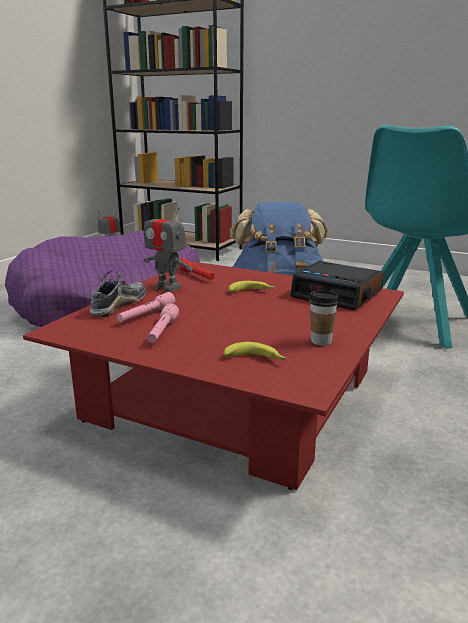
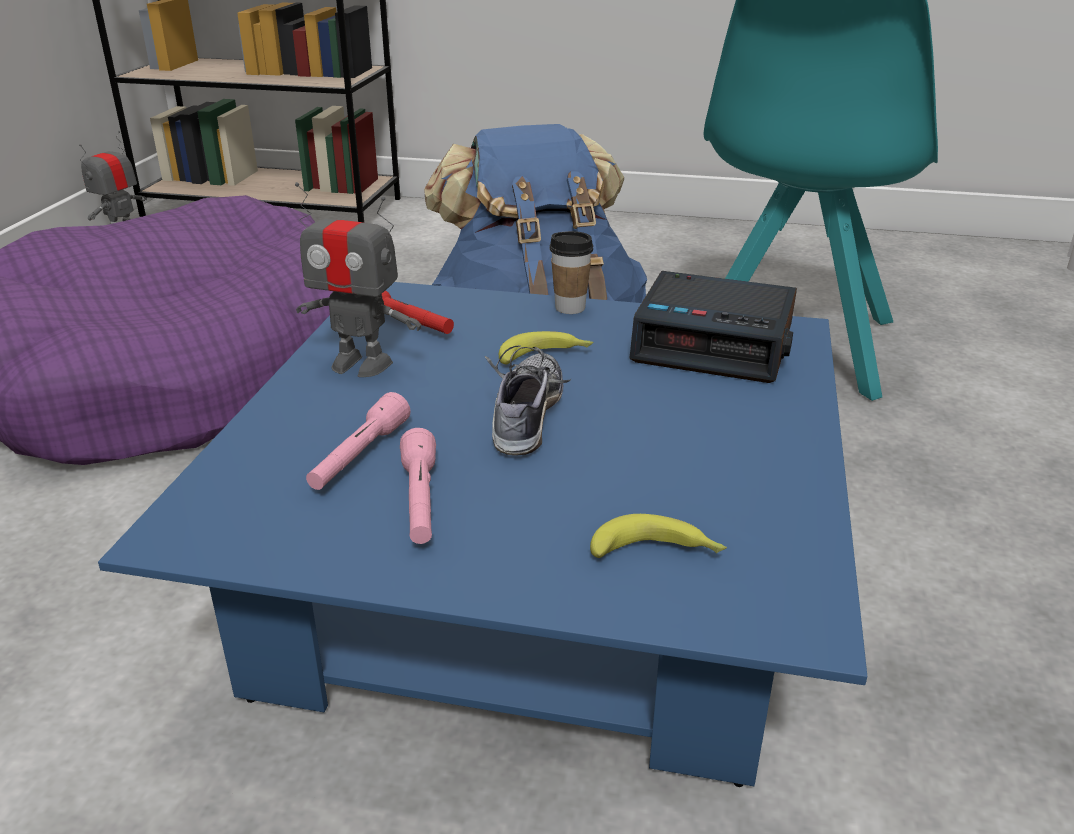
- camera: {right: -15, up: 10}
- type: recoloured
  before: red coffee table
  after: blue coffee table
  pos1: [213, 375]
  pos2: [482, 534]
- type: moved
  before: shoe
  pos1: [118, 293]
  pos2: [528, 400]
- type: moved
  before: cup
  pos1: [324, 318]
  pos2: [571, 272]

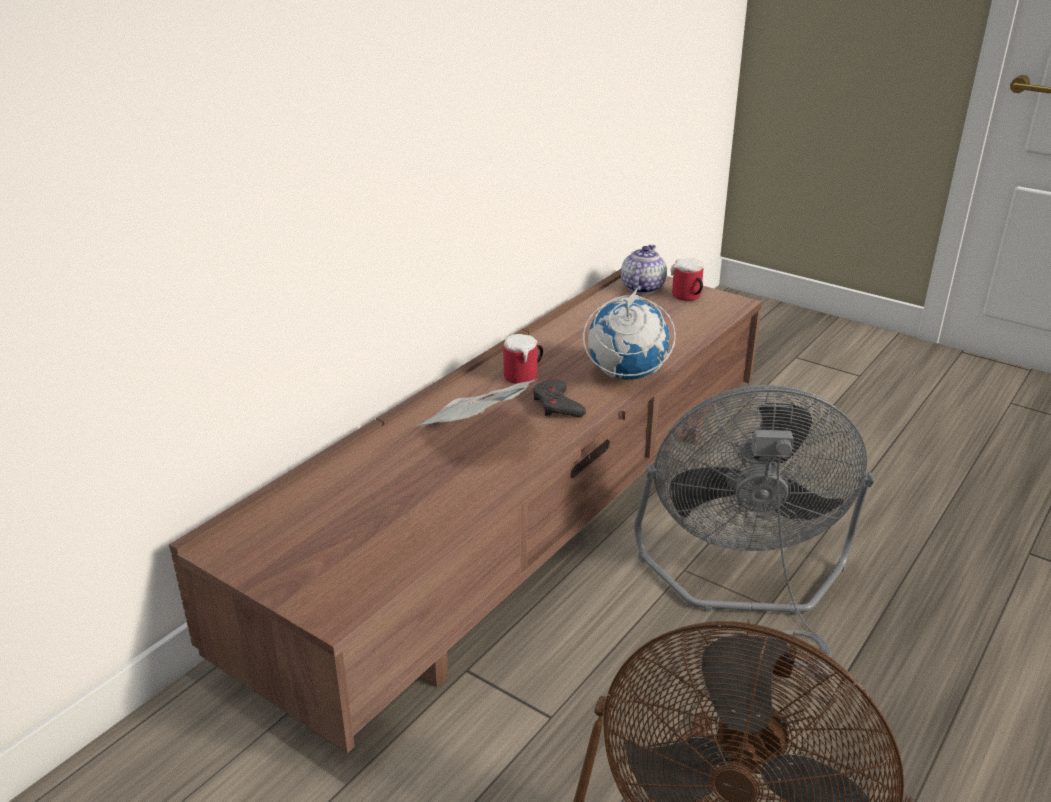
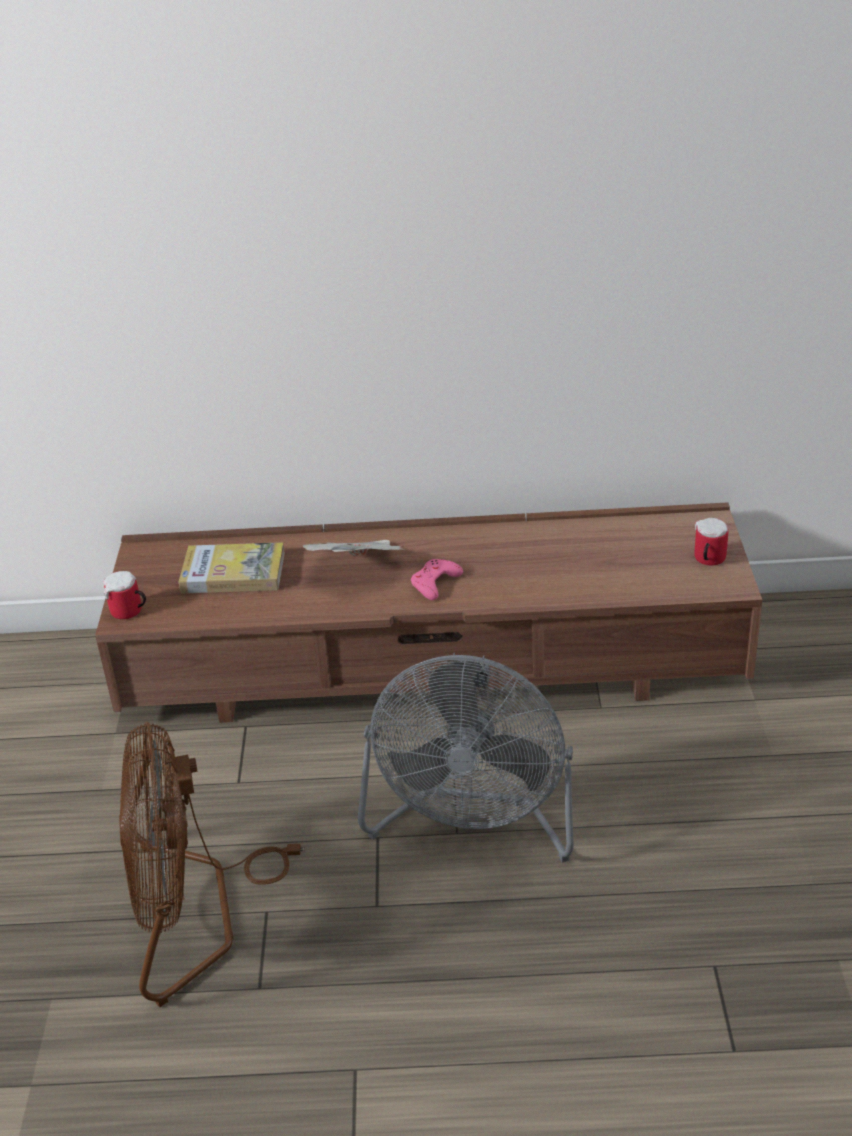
- camera: {right: 55, up: 5}
- type: moved
  before: mug
  pos1: [523, 359]
  pos2: [124, 595]
- type: added
  after: book
  pos2: [232, 568]
- type: turned
  before: grey fan
  pos1: [754, 532]
  pos2: [466, 758]
  turn: 135
- type: recoloured
  before: grey game controller
  after: pink game controller
  pos1: [559, 398]
  pos2: [437, 579]
- type: removed
  before: globe
  pos1: [629, 334]
- type: removed
  before: teapot
  pos1: [644, 269]

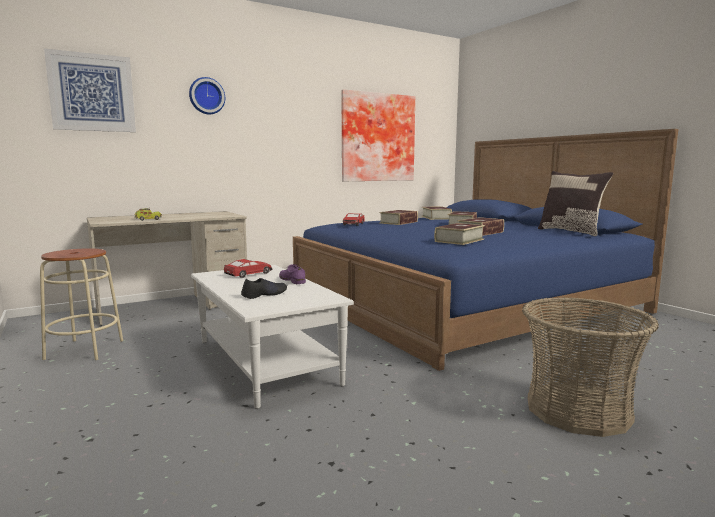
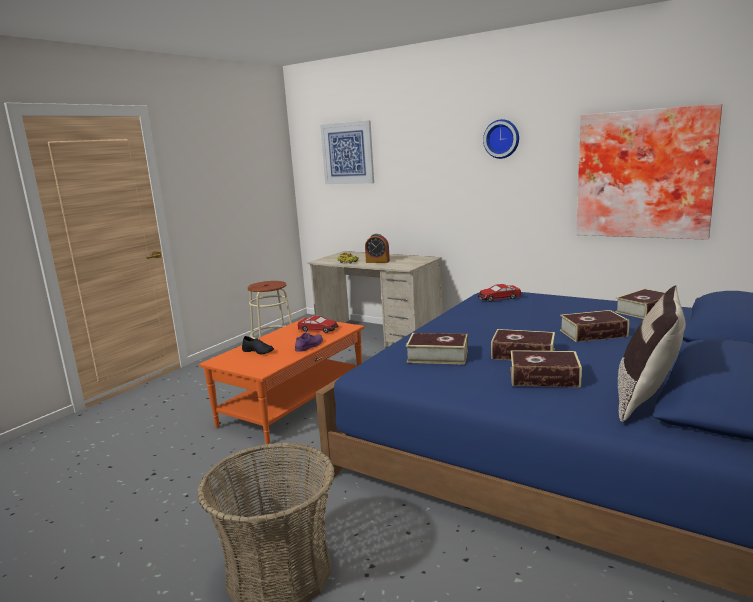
- camera: {right: 65, up: 5}
- type: recoloured
  before: white coffee table
  after: orange coffee table
  pos1: [272, 337]
  pos2: [282, 380]
- type: added
  after: alarm clock
  pos2: [377, 248]
- type: moved
  before: wall clock
  pos1: [207, 95]
  pos2: [501, 139]
- type: moved
  before: book
  pos1: [398, 217]
  pos2: [546, 368]

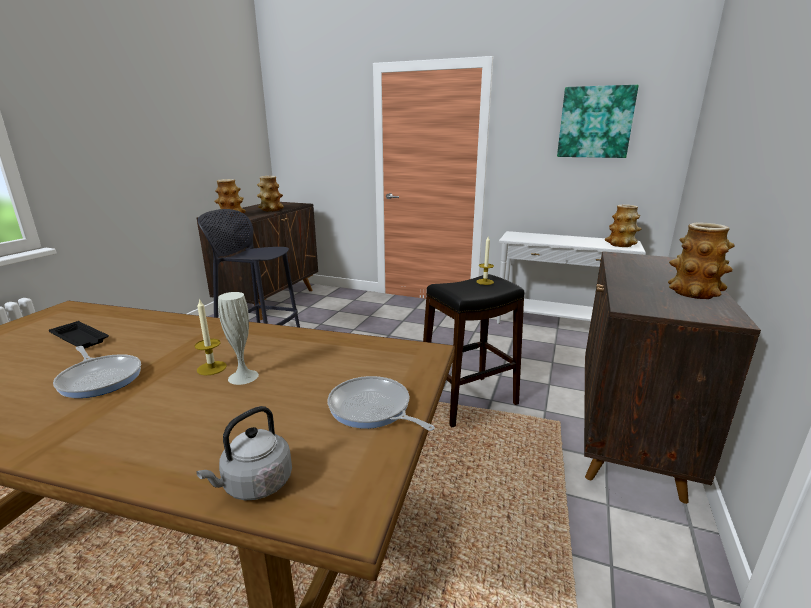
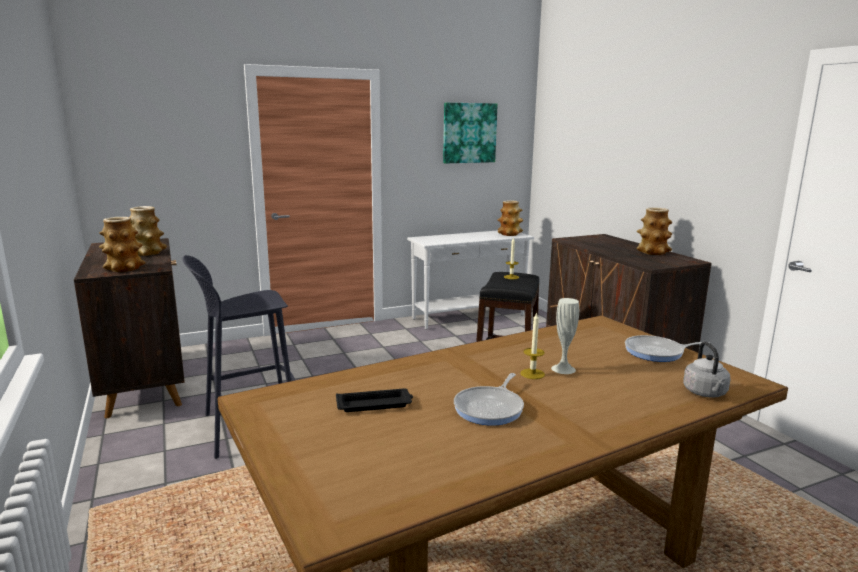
- camera: {right: -45, up: -5}
- type: turned
  before: frying pan
  pos1: [97, 372]
  pos2: [489, 399]
  turn: 120

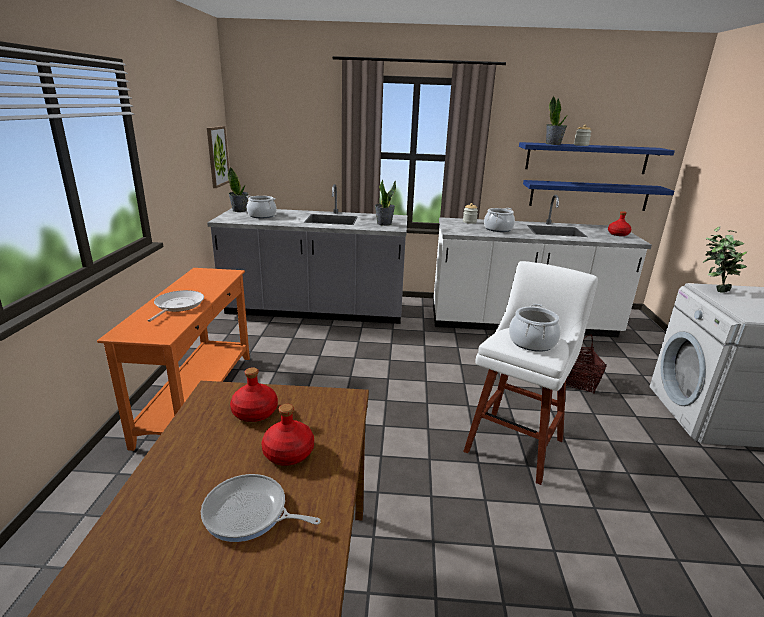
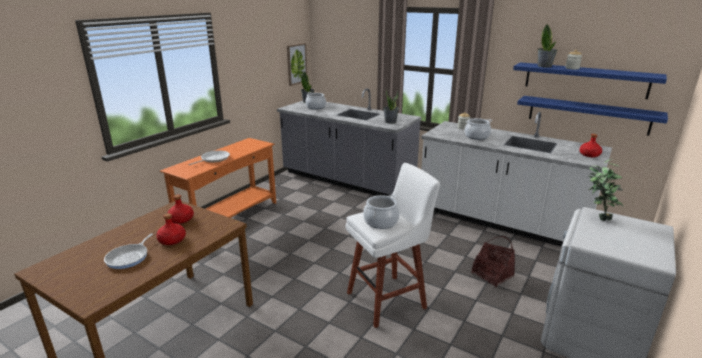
- camera: {right: 30, up: 0}
- type: turned
  before: frying pan
  pos1: [261, 508]
  pos2: [128, 251]
  turn: -120

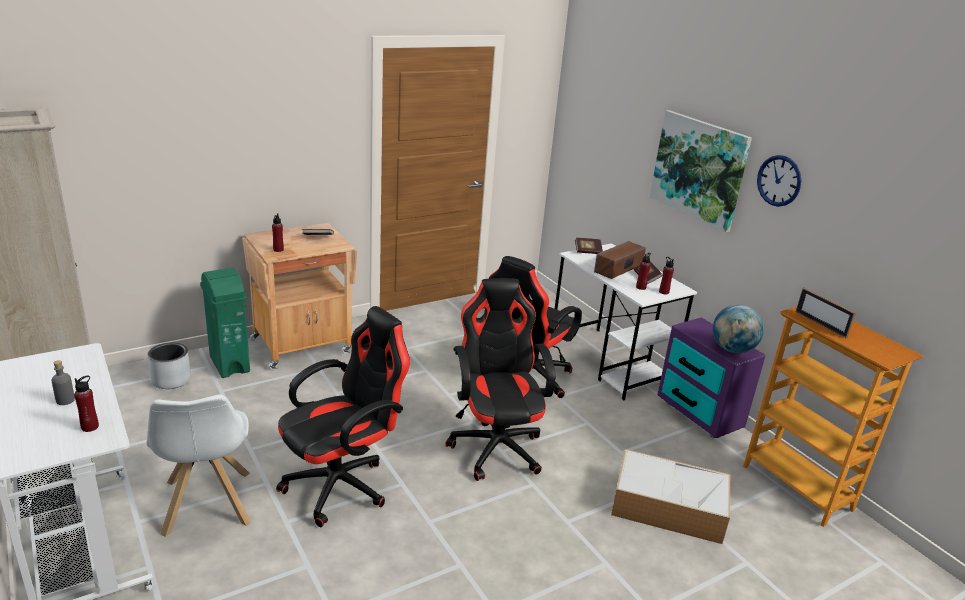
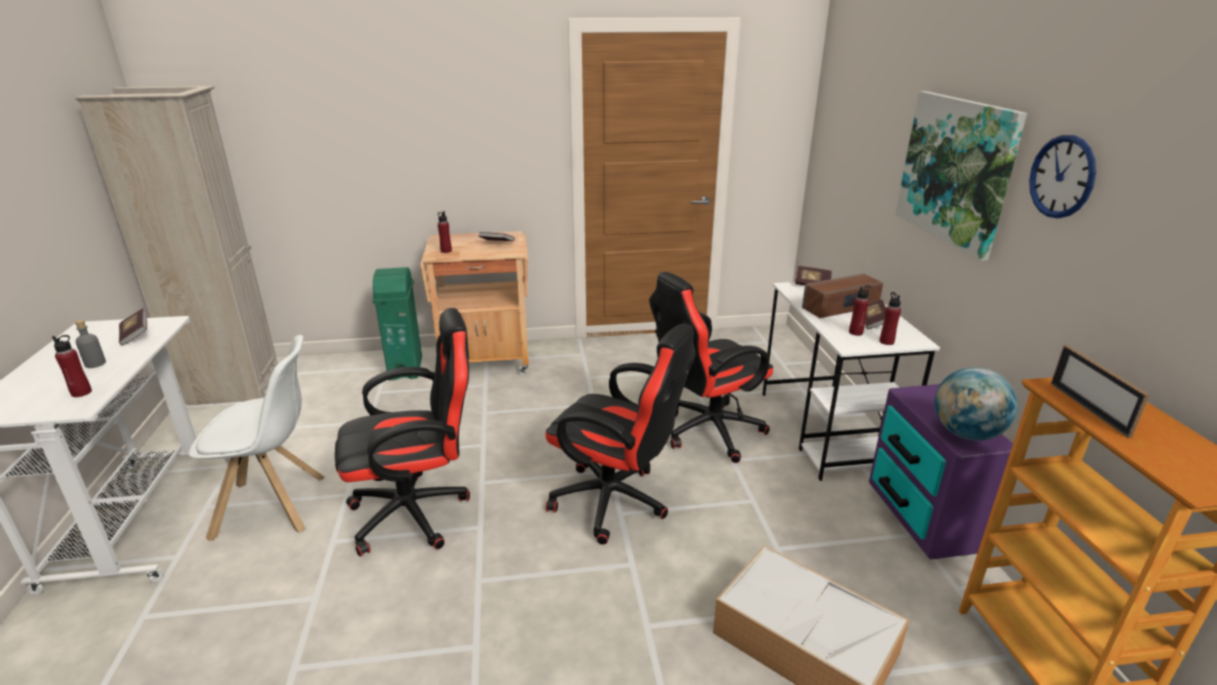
- camera: {right: 25, up: 0}
- type: added
  after: book
  pos2: [133, 327]
- type: turned
  before: white chair
  pos1: [199, 465]
  pos2: [256, 438]
  turn: -105
- type: turned
  before: black office chair
  pos1: [500, 379]
  pos2: [621, 434]
  turn: 105
- type: removed
  before: grey planter
  pos1: [169, 366]

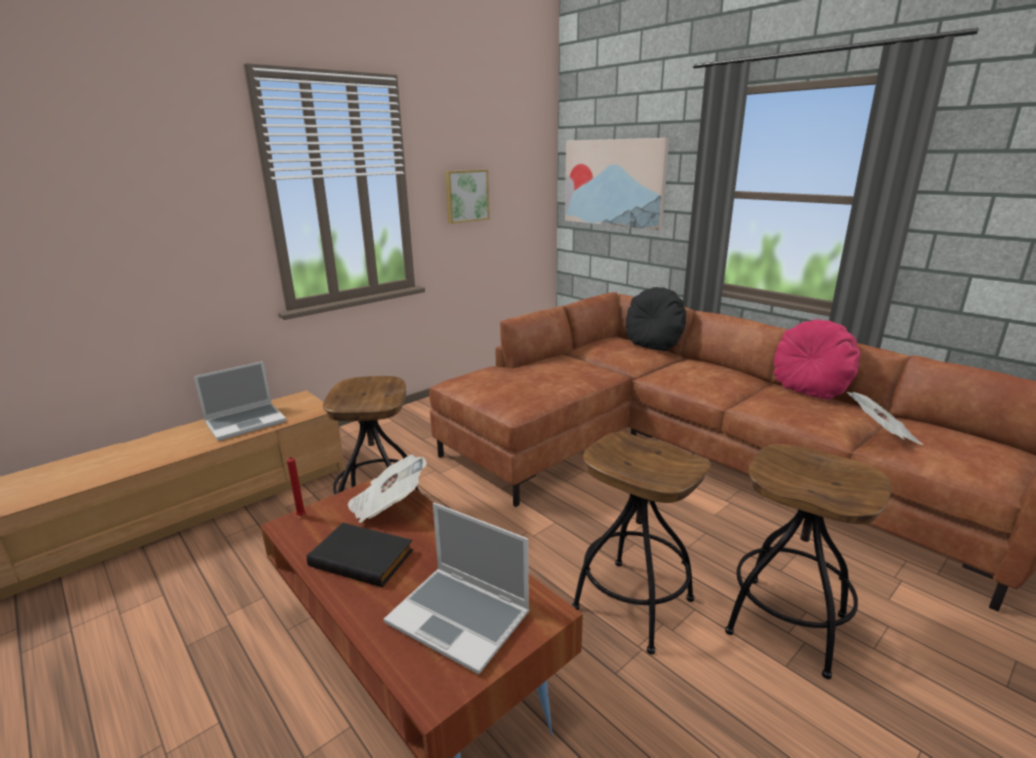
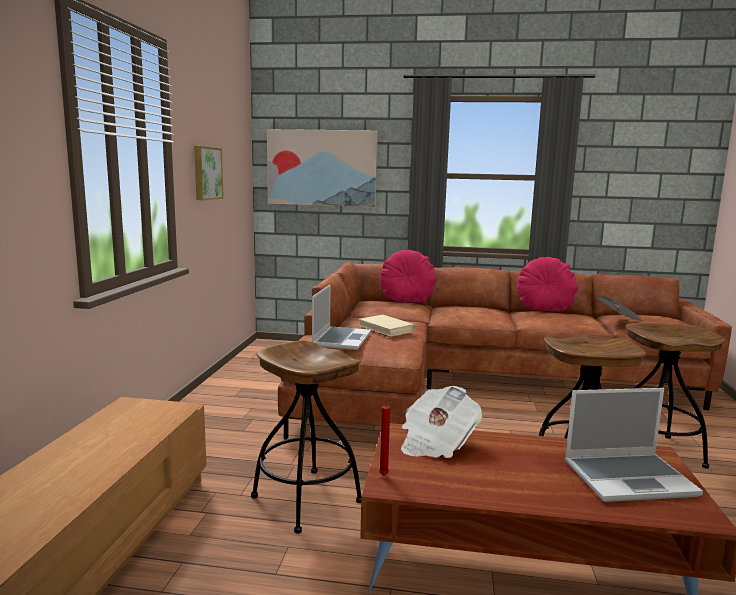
- camera: {right: -40, up: -10}
- type: moved
  before: laptop
  pos1: [240, 401]
  pos2: [341, 317]
- type: added
  after: beige book
  pos2: [387, 326]
- type: recoloured
  before: black pillow
  after: pink pillow
  pos1: [656, 319]
  pos2: [408, 276]
- type: removed
  before: black book
  pos1: [360, 554]

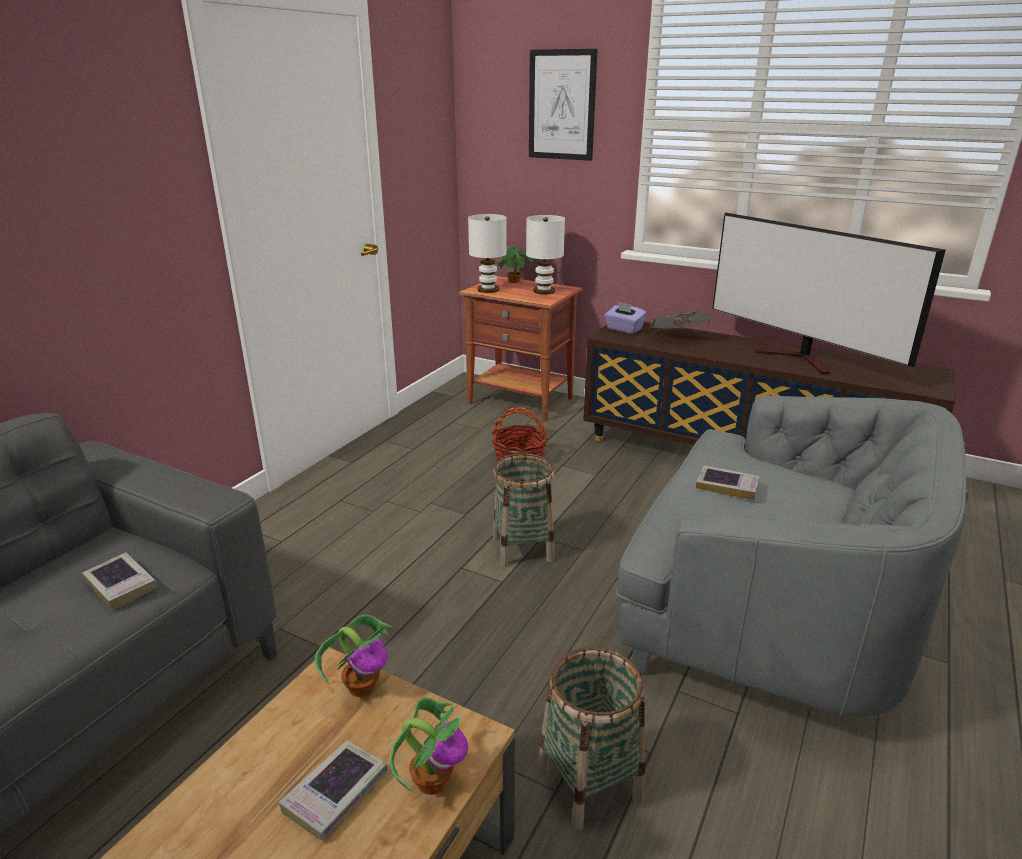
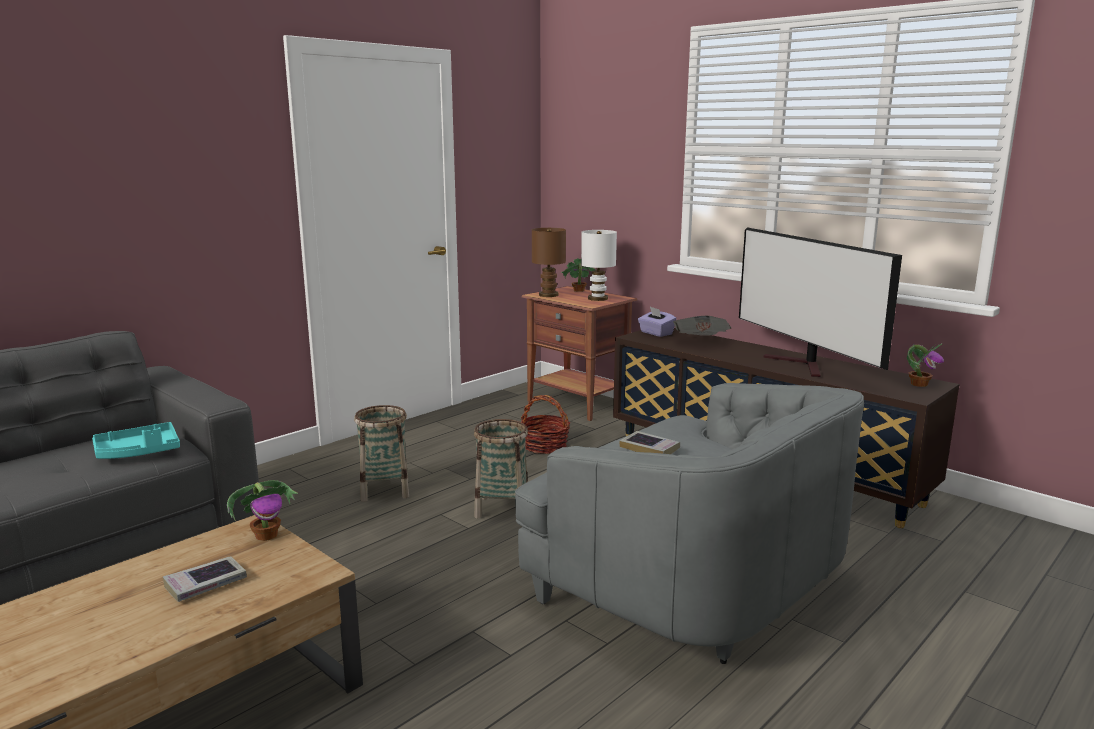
- camera: {right: 15, up: -10}
- type: replaced
  before: book
  after: turquoise tray
  pos1: [120, 581]
  pos2: [136, 440]
- type: moved
  before: basket
  pos1: [591, 739]
  pos2: [381, 453]
- type: recoloured
  before: white table lamp
  after: brown table lamp
  pos1: [487, 253]
  pos2: [549, 262]
- type: moved
  before: potted plant
  pos1: [428, 746]
  pos2: [925, 365]
- type: removed
  before: picture
  pos1: [563, 105]

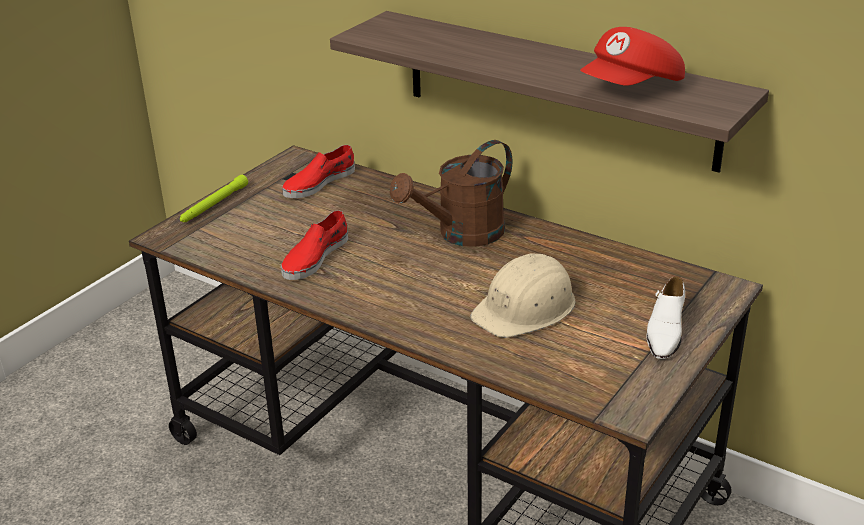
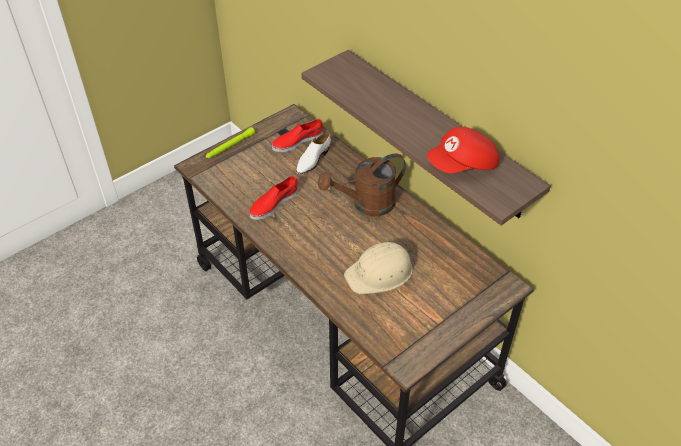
- camera: {right: 15, up: 15}
- type: moved
  before: white shoe
  pos1: [665, 317]
  pos2: [313, 153]

